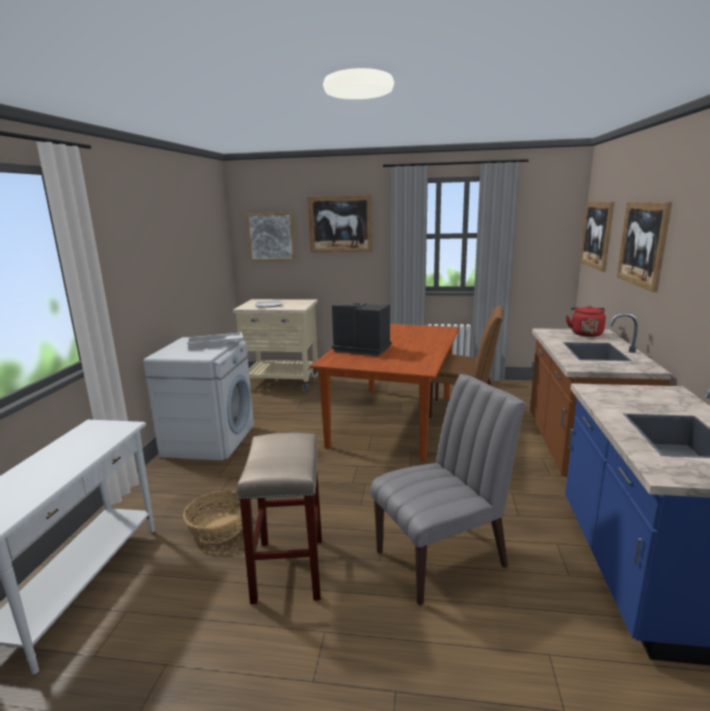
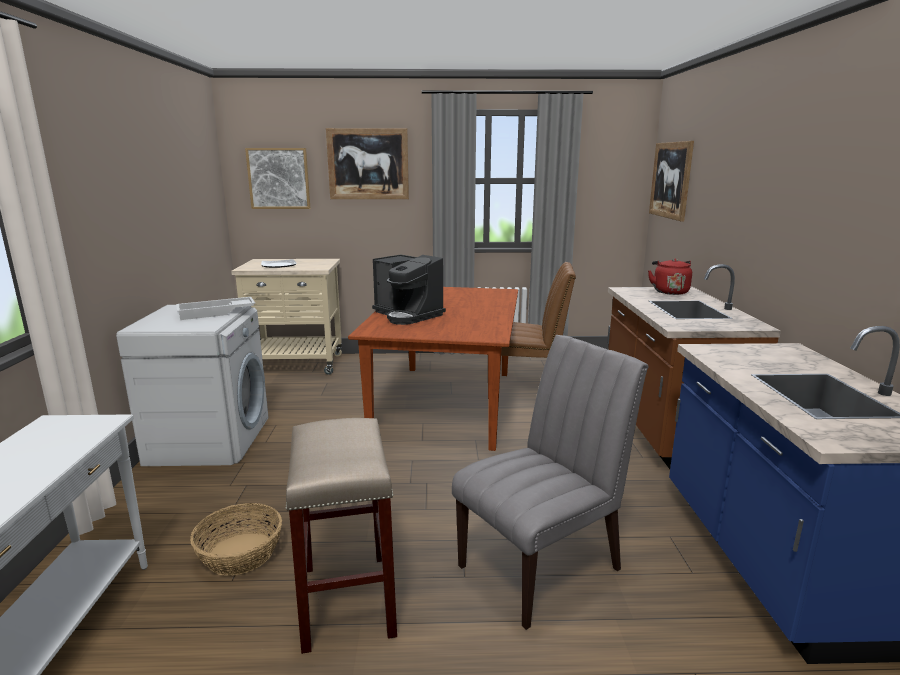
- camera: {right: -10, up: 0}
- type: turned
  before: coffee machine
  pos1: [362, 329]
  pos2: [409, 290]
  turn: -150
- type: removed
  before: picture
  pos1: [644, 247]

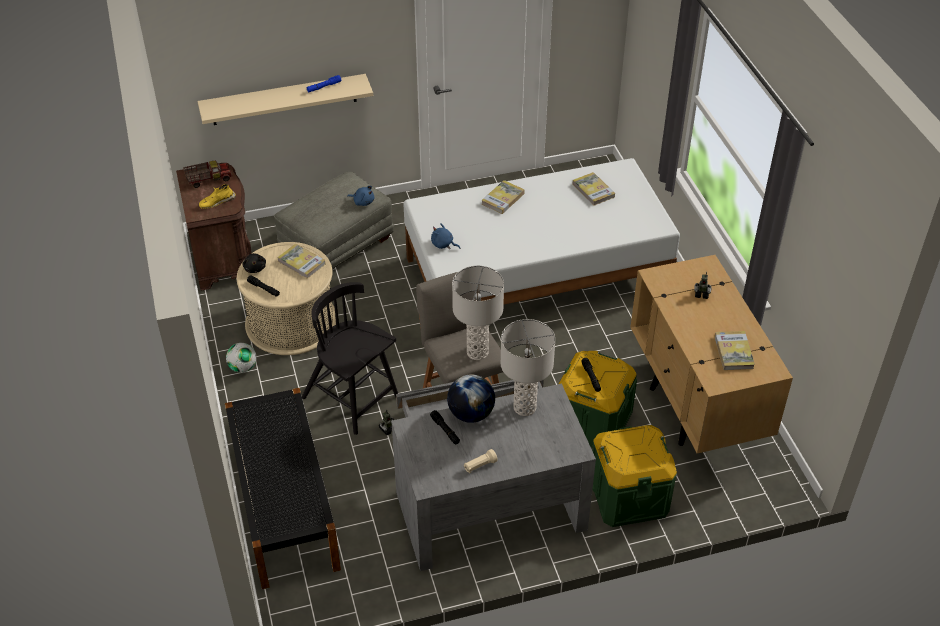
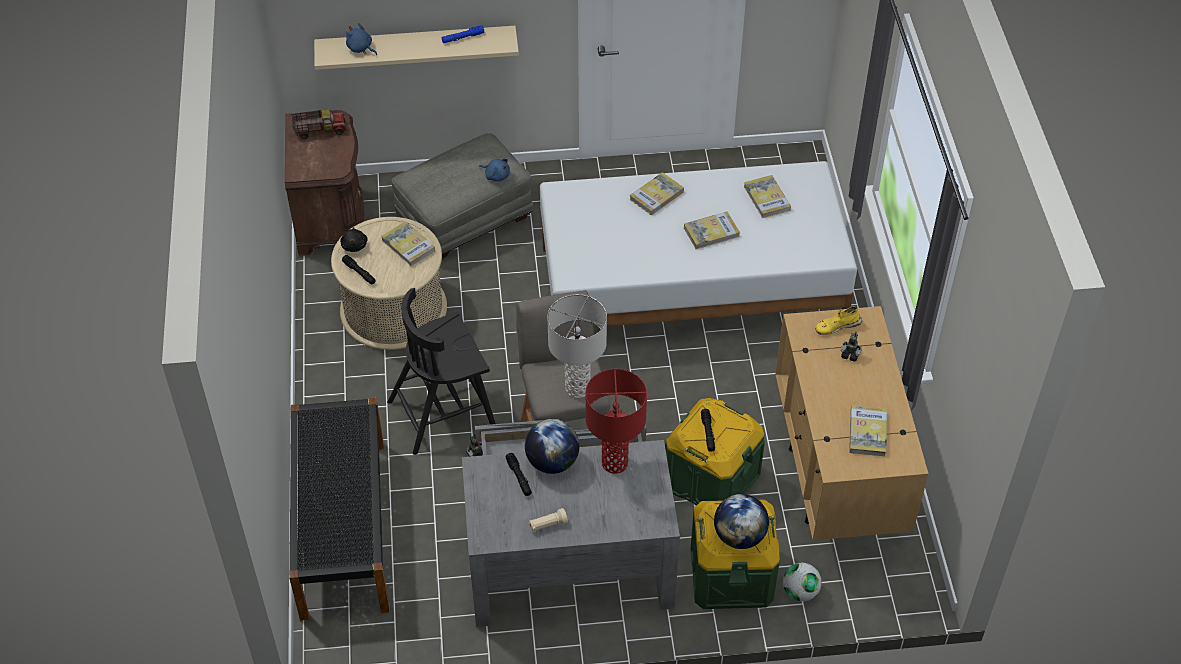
- camera: {right: 10, up: 5}
- type: moved
  before: blue plush toy
  pos1: [445, 236]
  pos2: [361, 39]
- type: turned
  before: black chair
  pos1: [350, 358]
  pos2: [441, 371]
  turn: -75
- type: recoloured
  before: white table lamp
  after: red table lamp
  pos1: [528, 367]
  pos2: [616, 421]
- type: added
  after: book
  pos2: [712, 230]
- type: added
  after: globe
  pos2: [741, 521]
- type: moved
  before: football
  pos1: [241, 358]
  pos2: [802, 582]
- type: moved
  before: yellow shoe
  pos1: [217, 196]
  pos2: [839, 320]

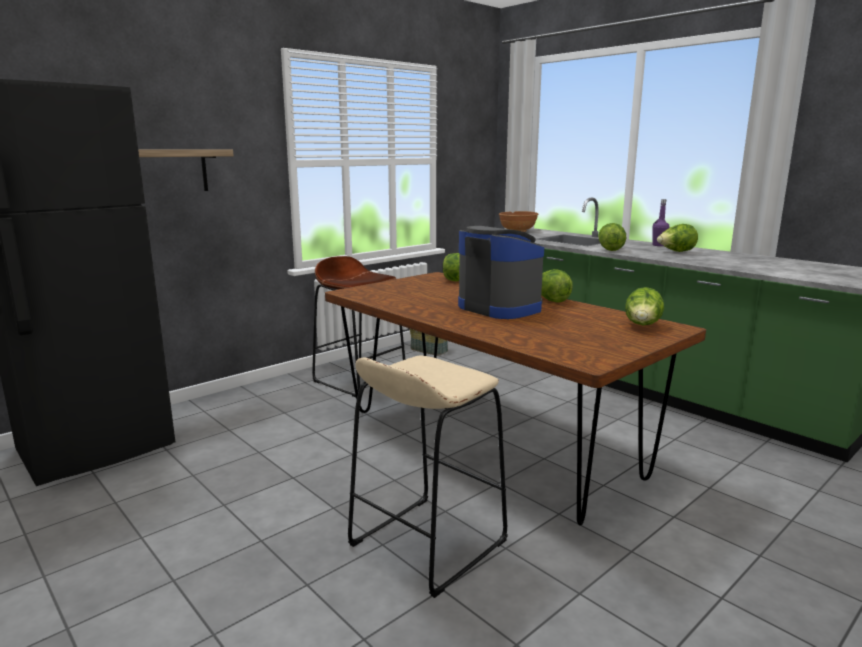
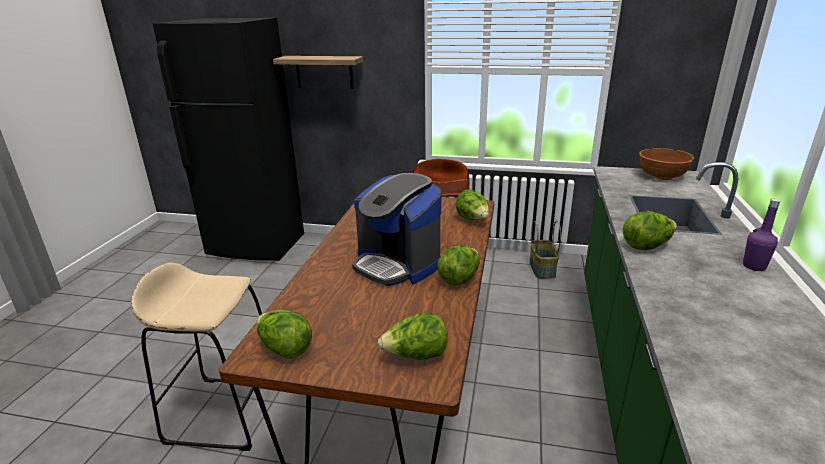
- camera: {right: 55, up: 10}
- type: moved
  before: lettuce
  pos1: [677, 238]
  pos2: [284, 334]
- type: turned
  before: coffee machine
  pos1: [501, 272]
  pos2: [397, 229]
  turn: 120

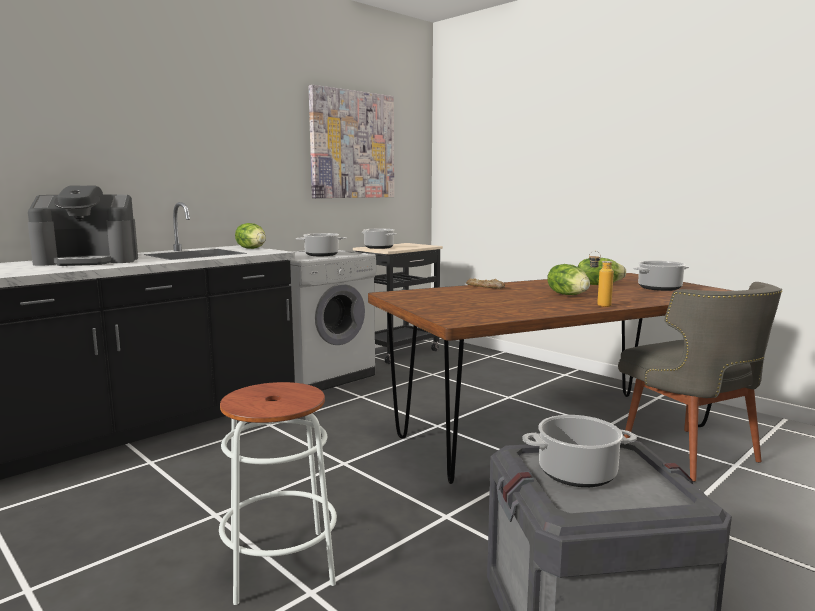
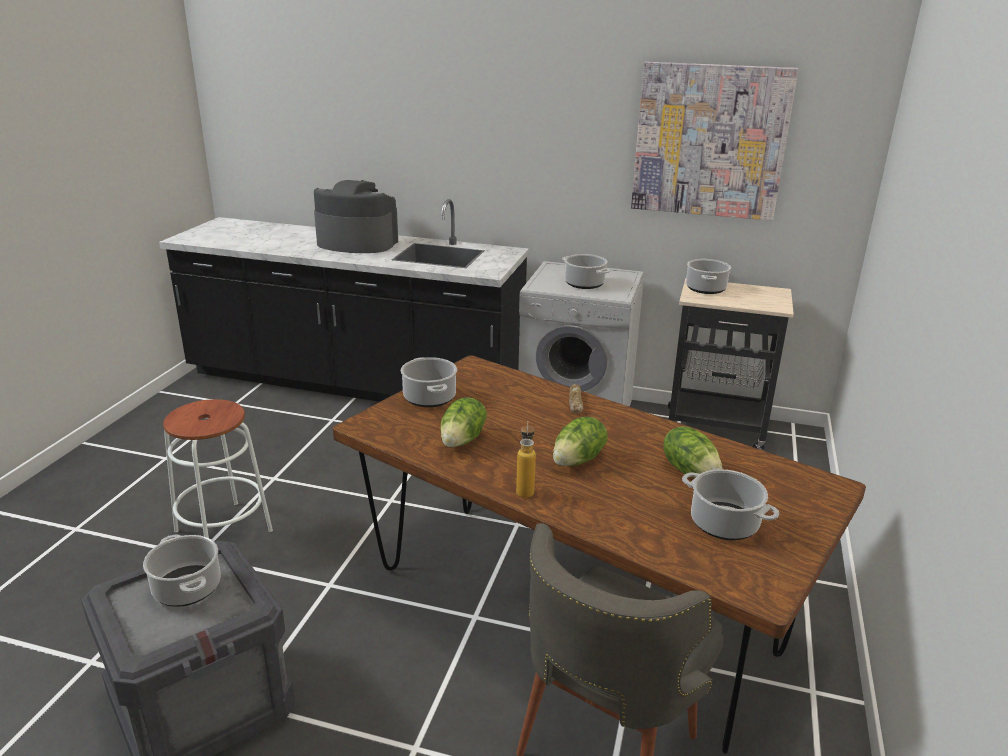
- camera: {right: 60, up: 15}
- type: turned
  before: coffee machine
  pos1: [83, 226]
  pos2: [356, 216]
  turn: 150
- type: added
  after: cooking pot
  pos2: [429, 382]
- type: moved
  before: lettuce
  pos1: [250, 236]
  pos2: [463, 422]

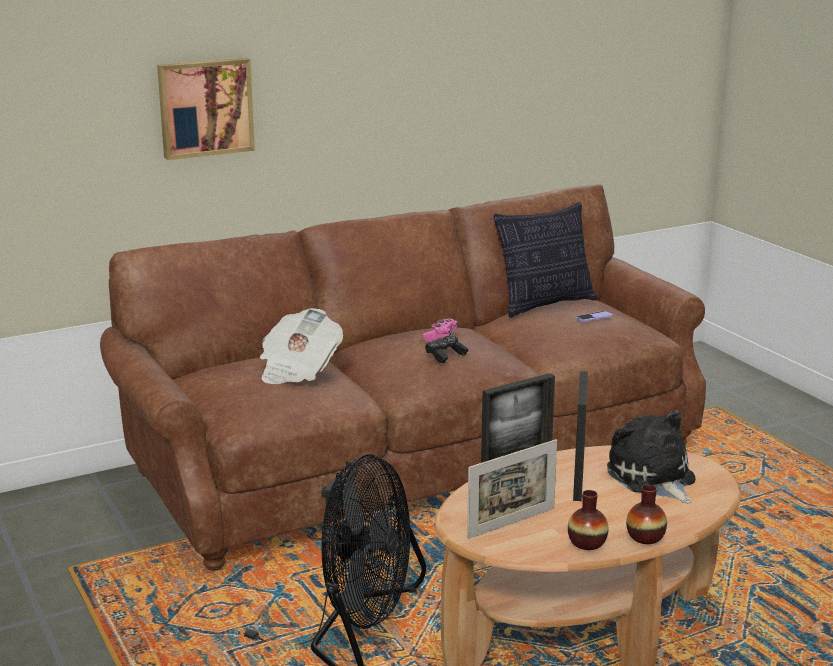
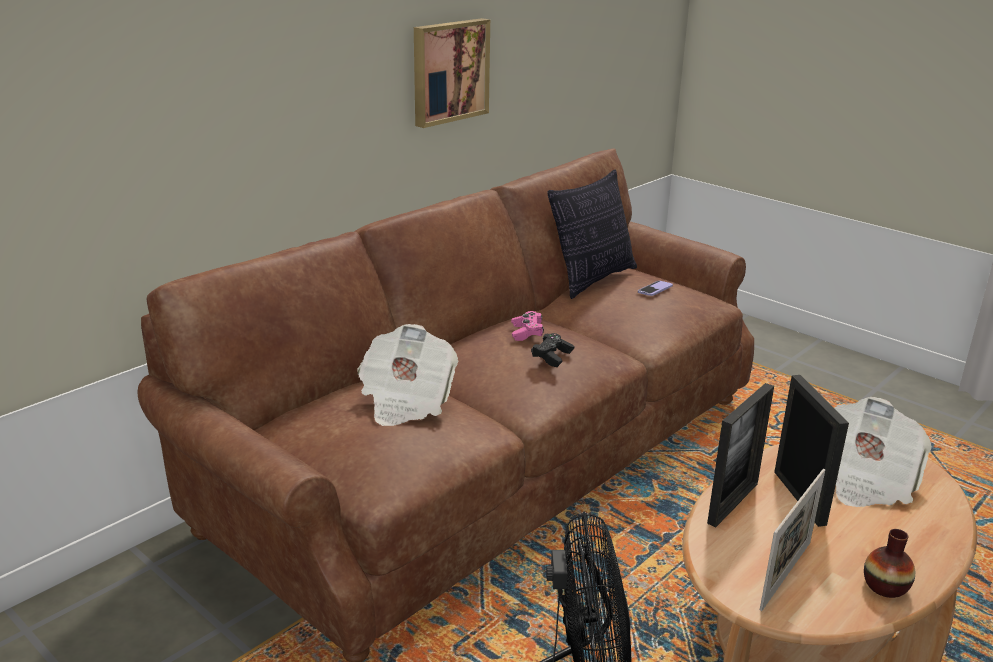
- camera: {right: -20, up: 5}
- type: moved
  before: picture
  pos1: [206, 109]
  pos2: [452, 73]
- type: replaced
  before: plush toy
  after: newspaper
  pos1: [651, 456]
  pos2: [883, 452]
- type: removed
  before: vase
  pos1: [646, 514]

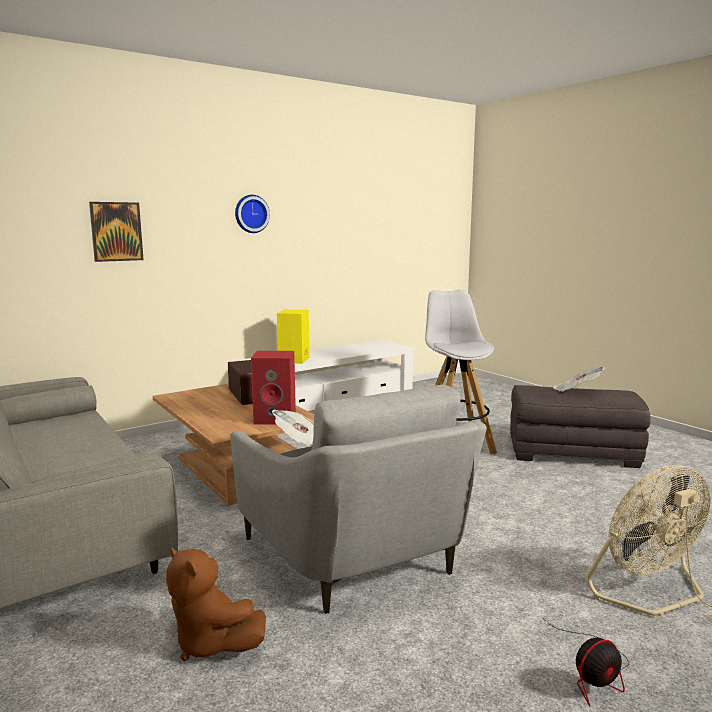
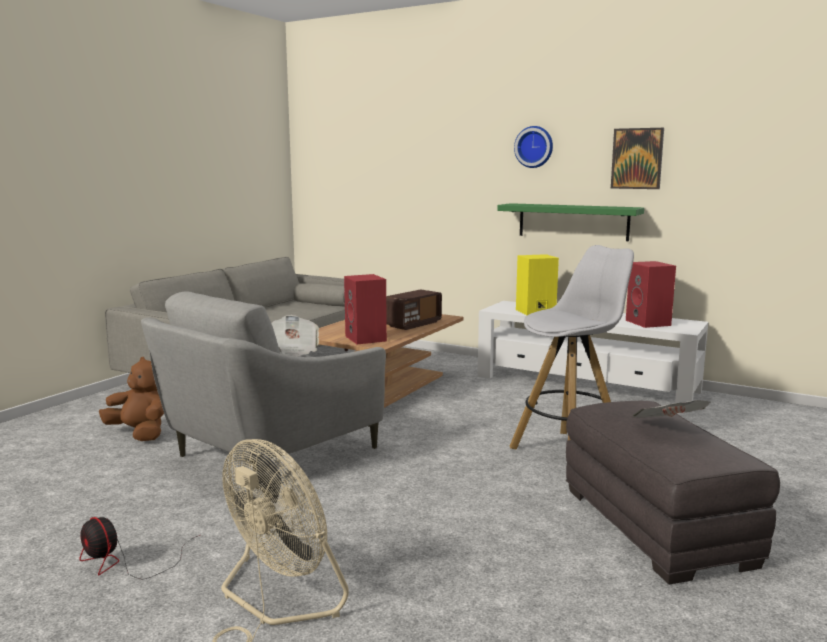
- camera: {right: 65, up: 0}
- type: turned
  before: brown plush toy
  pos1: [216, 603]
  pos2: [131, 399]
  turn: 105
- type: added
  after: green shelf
  pos2: [570, 222]
- type: moved
  before: picture
  pos1: [116, 232]
  pos2: [637, 158]
- type: added
  after: red speaker
  pos2: [651, 294]

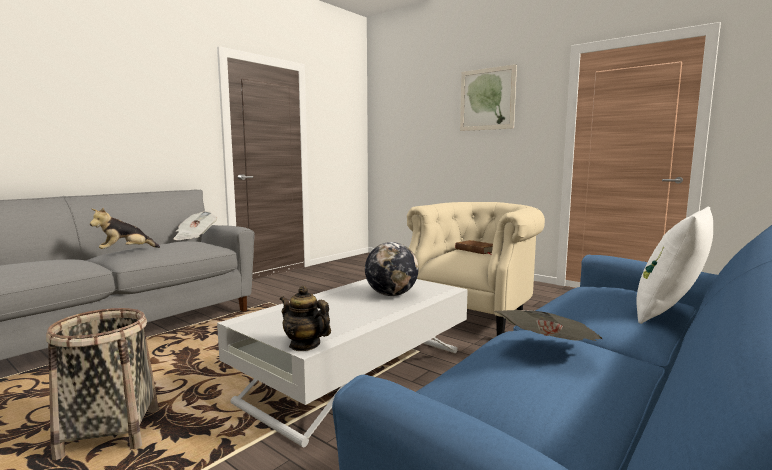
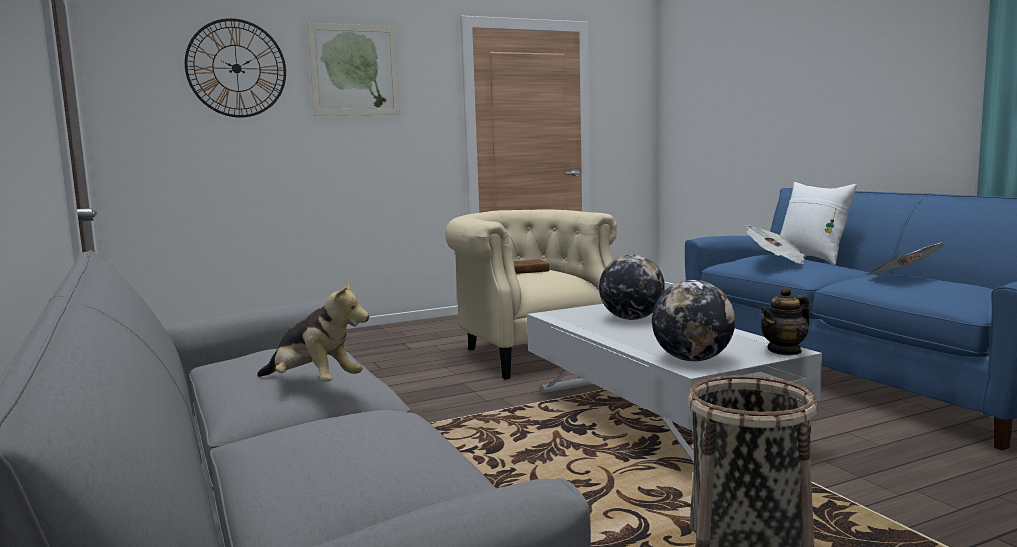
- camera: {right: -65, up: 0}
- type: added
  after: wall clock
  pos2: [235, 68]
- type: turned
  before: plush toy
  pos1: [125, 228]
  pos2: [313, 330]
  turn: -45
- type: added
  after: globe
  pos2: [693, 320]
- type: moved
  before: newspaper
  pos1: [195, 225]
  pos2: [776, 244]

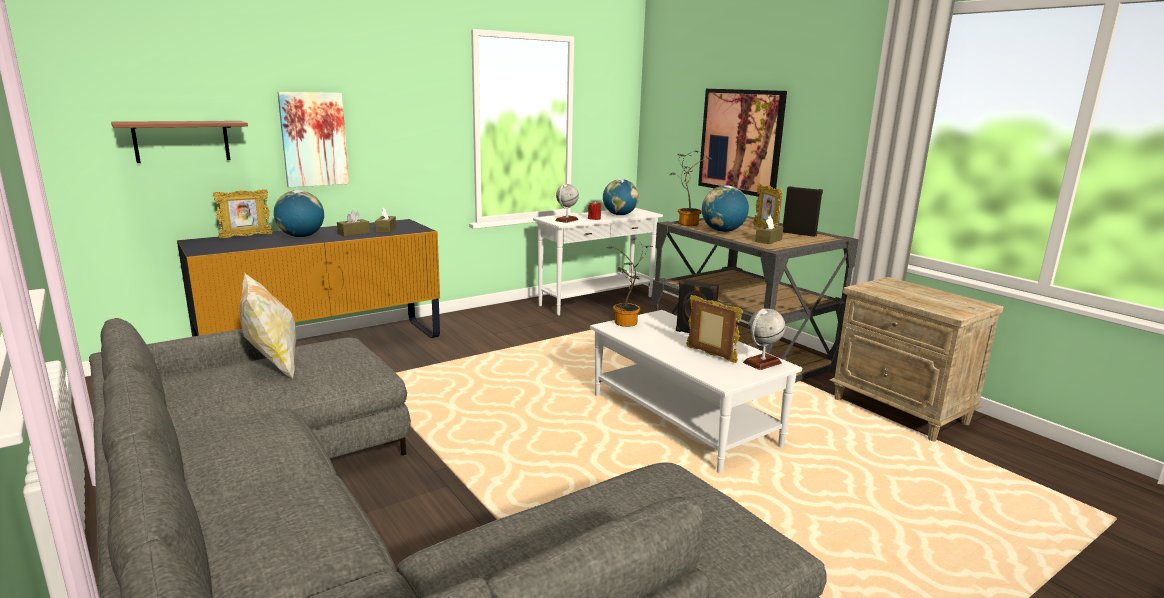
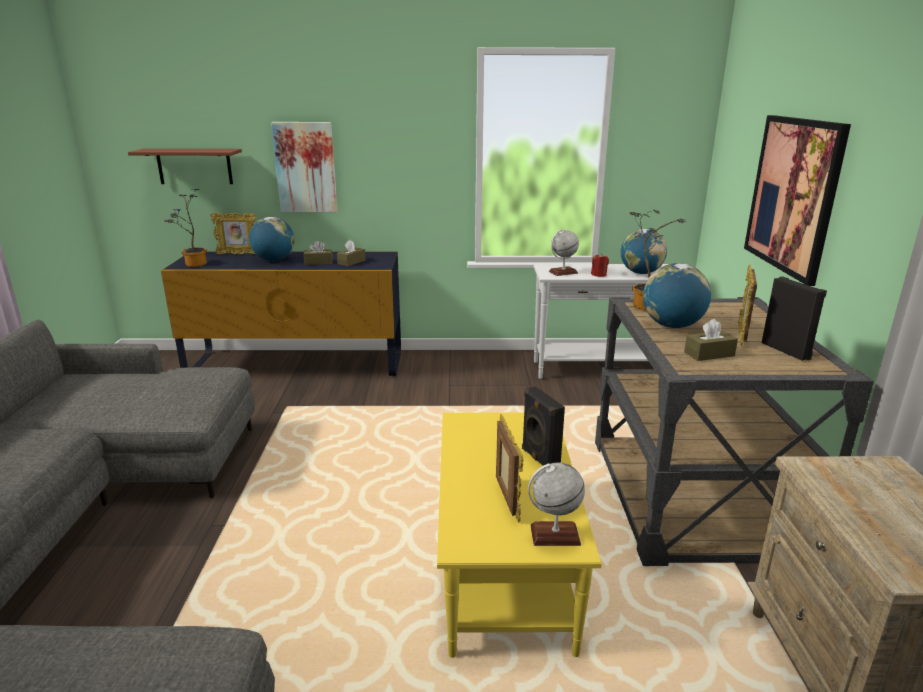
- camera: {right: 35, up: 5}
- type: moved
  before: potted plant
  pos1: [629, 282]
  pos2: [185, 228]
- type: recoloured
  before: white coffee table
  after: yellow coffee table
  pos1: [696, 392]
  pos2: [519, 535]
- type: removed
  before: pillow
  pos1: [267, 325]

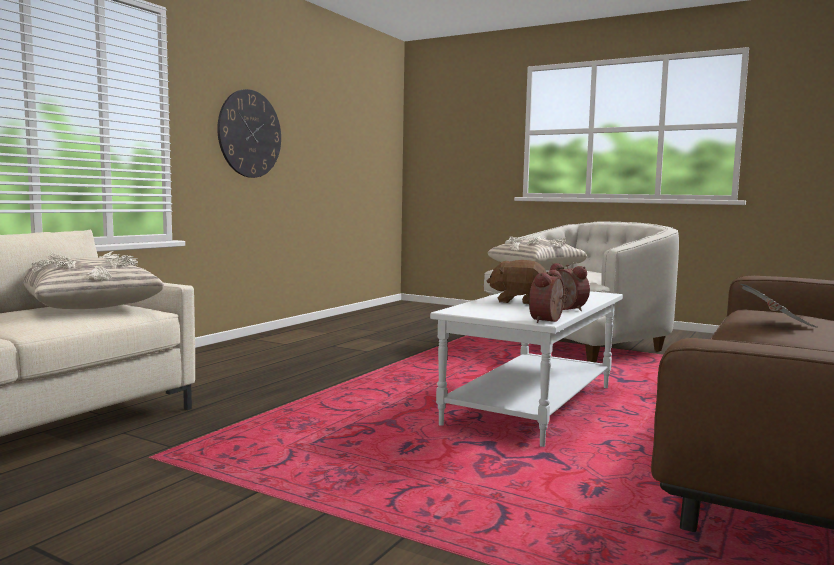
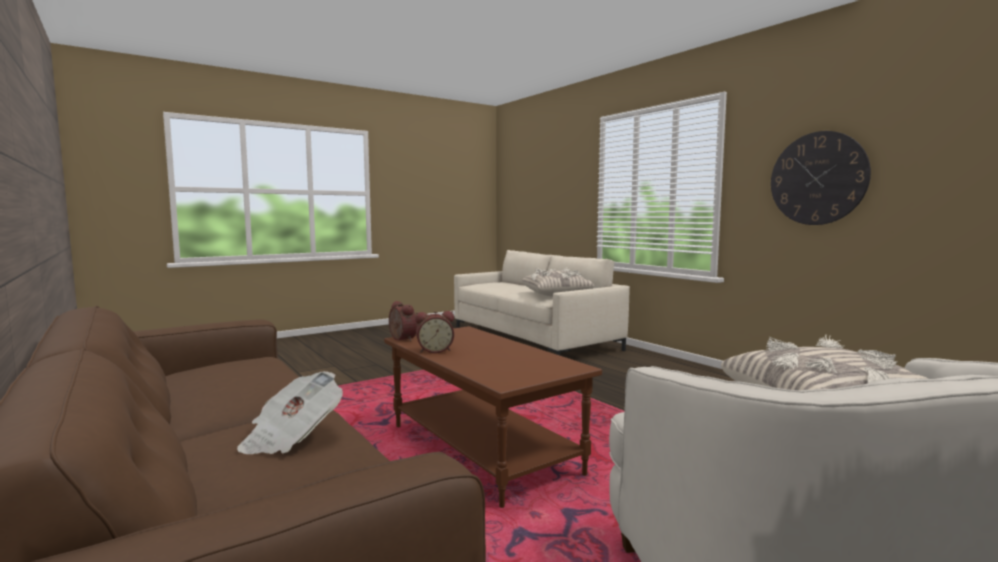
- camera: {right: 115, up: 0}
- type: recoloured
  before: white coffee table
  after: brown coffee table
  pos1: [526, 369]
  pos2: [493, 417]
- type: removed
  before: brown plush toy
  pos1: [517, 282]

